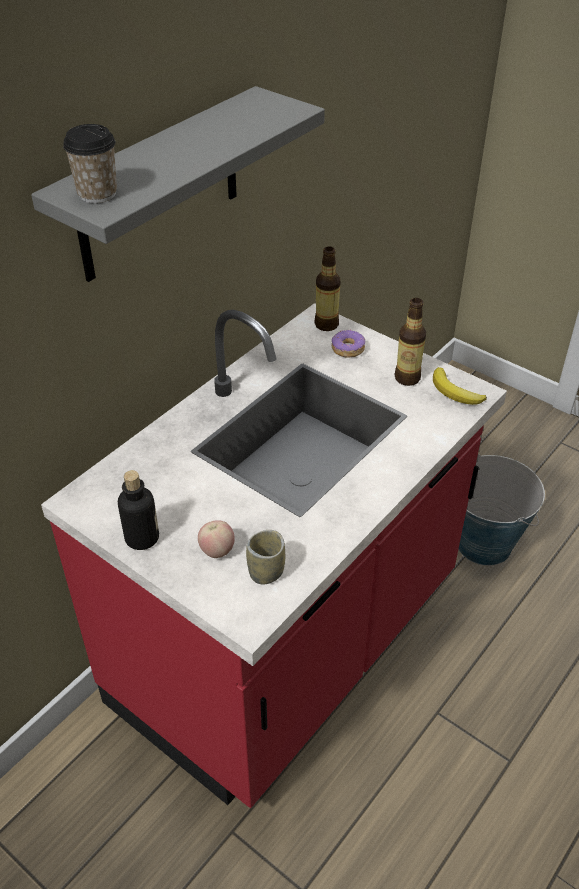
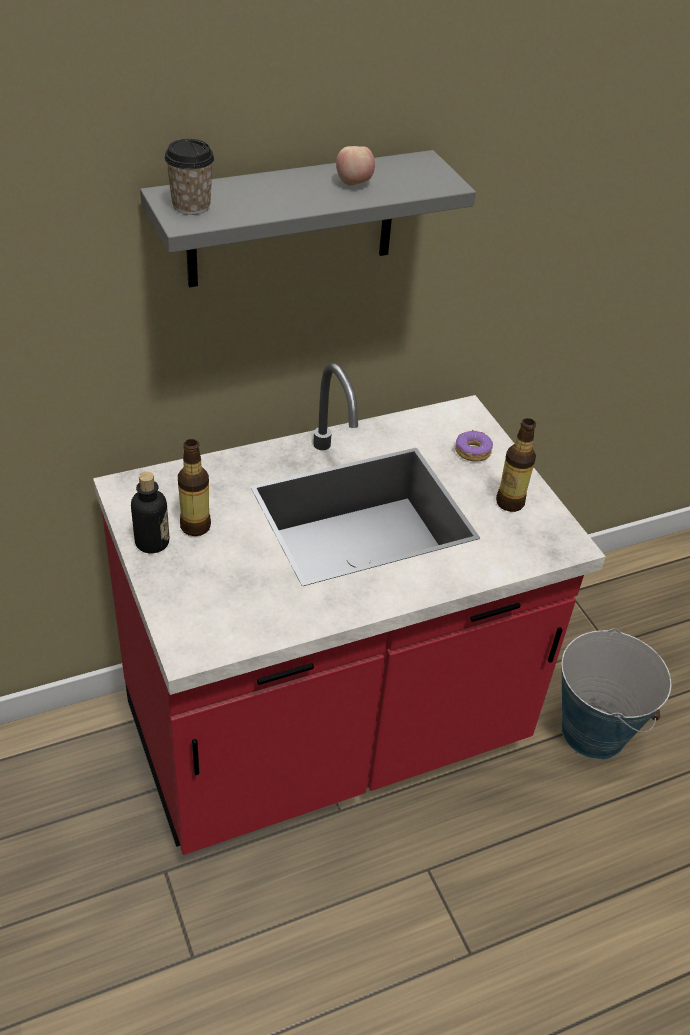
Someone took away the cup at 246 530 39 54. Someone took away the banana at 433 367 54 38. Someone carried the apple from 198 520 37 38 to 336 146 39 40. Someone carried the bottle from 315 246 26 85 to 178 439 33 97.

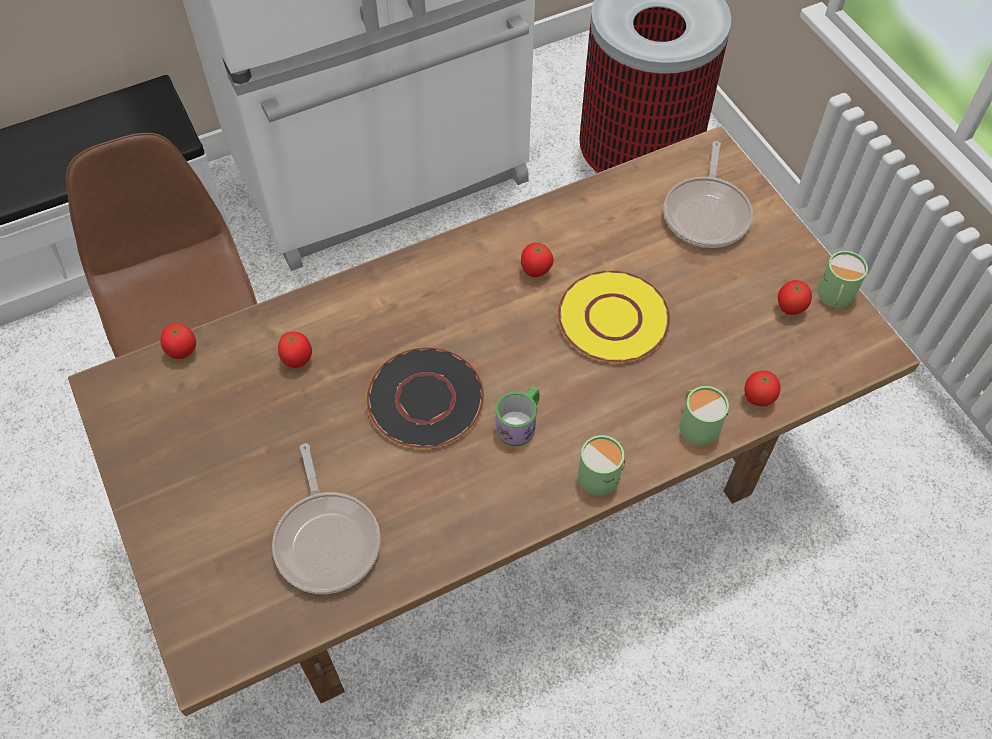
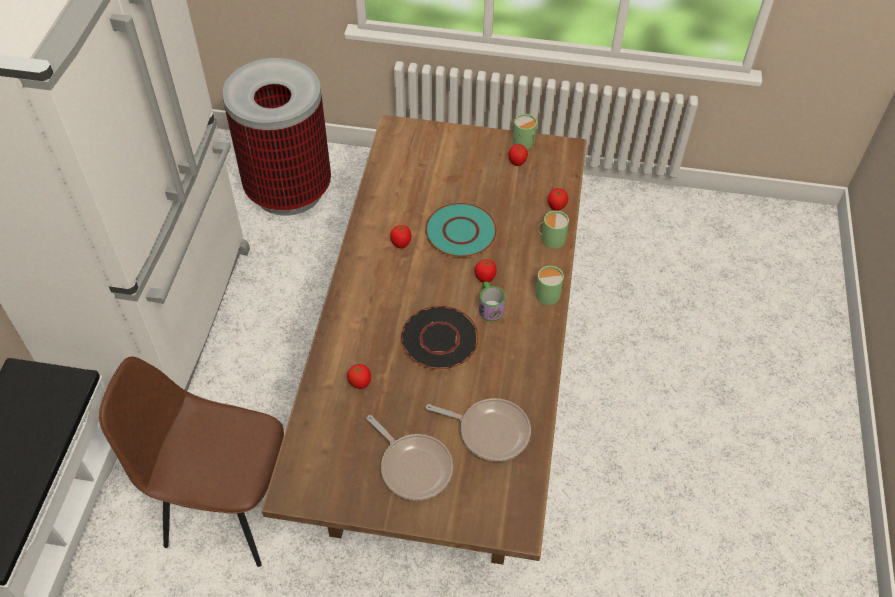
Someone carried the tomato from 161 323 35 36 to 475 259 22 24. Someone carried the frying pan from 663 141 90 107 to 366 415 87 85. Someone repainted the yellow plate at 558 270 112 93, which became the turquoise plate at 425 203 72 54.

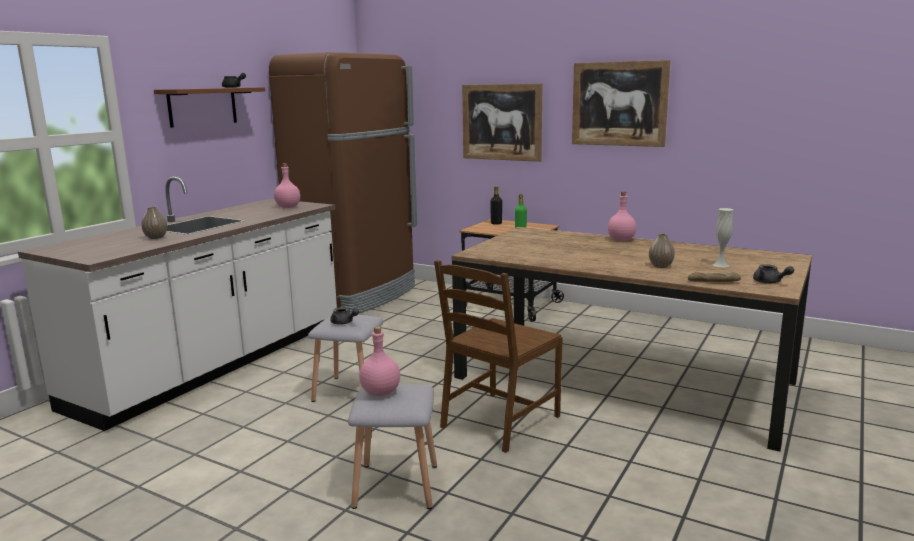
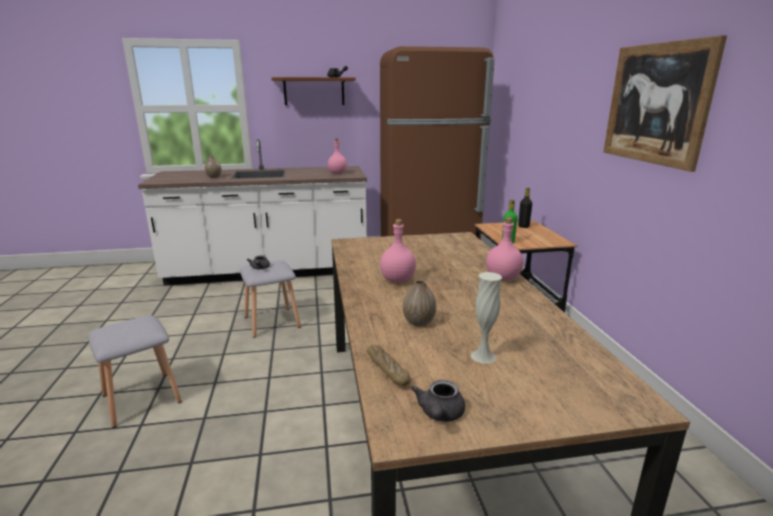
Someone took away the brown chair at 434 260 129 193. Someone took away the picture at 462 84 81 78. Someone carried the pink bottle from 359 326 41 70 to 380 219 36 64.

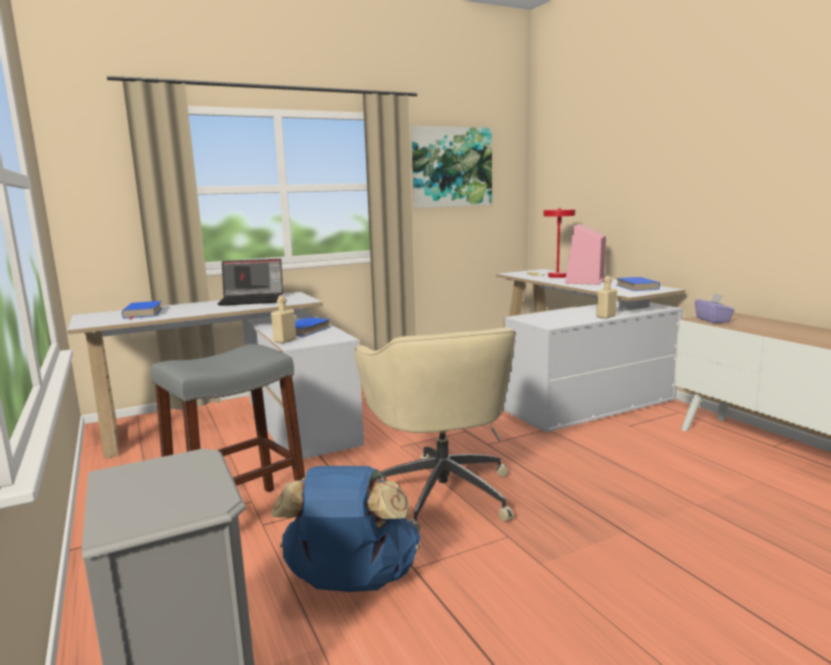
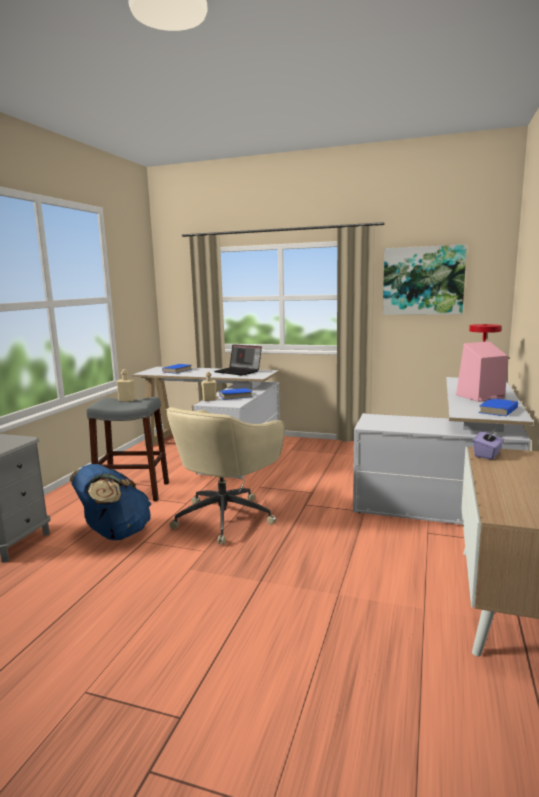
Someone carried the beige bottle from 596 276 21 43 to 116 369 19 33.

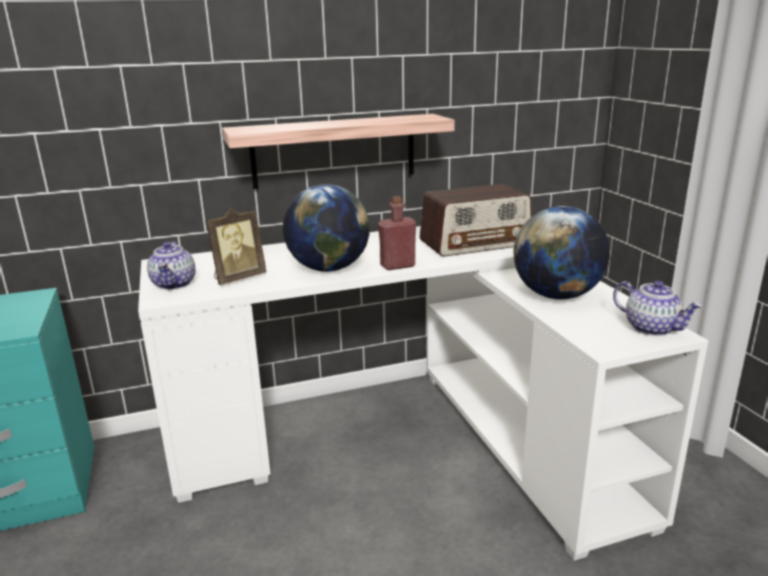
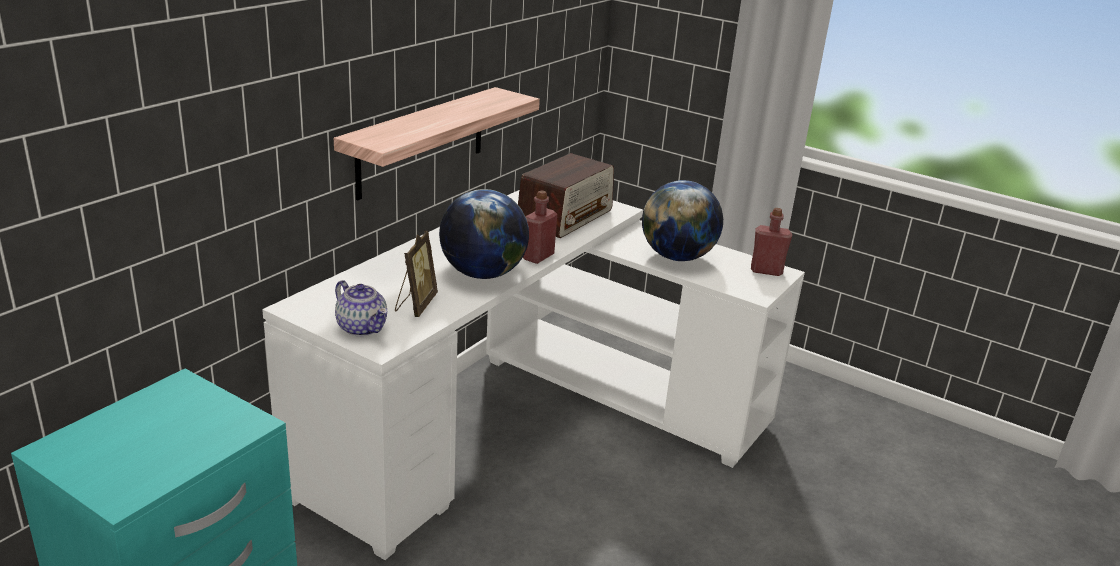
Someone swapped the teapot at 613 281 90 55 for the red bottle at 751 208 41 68.

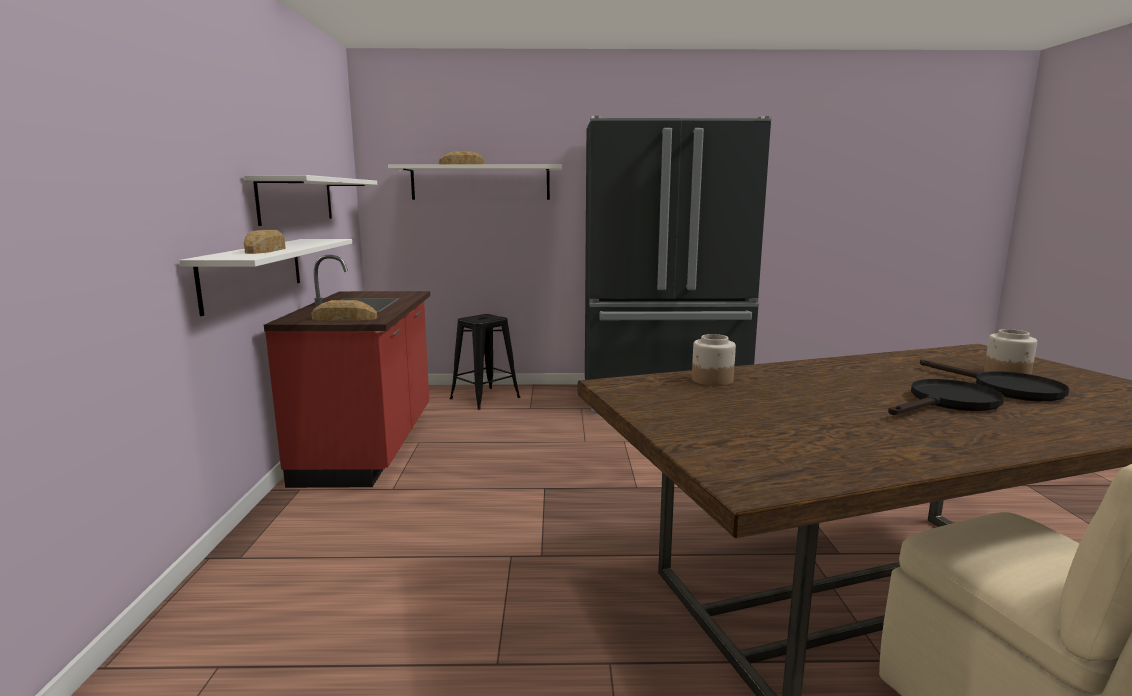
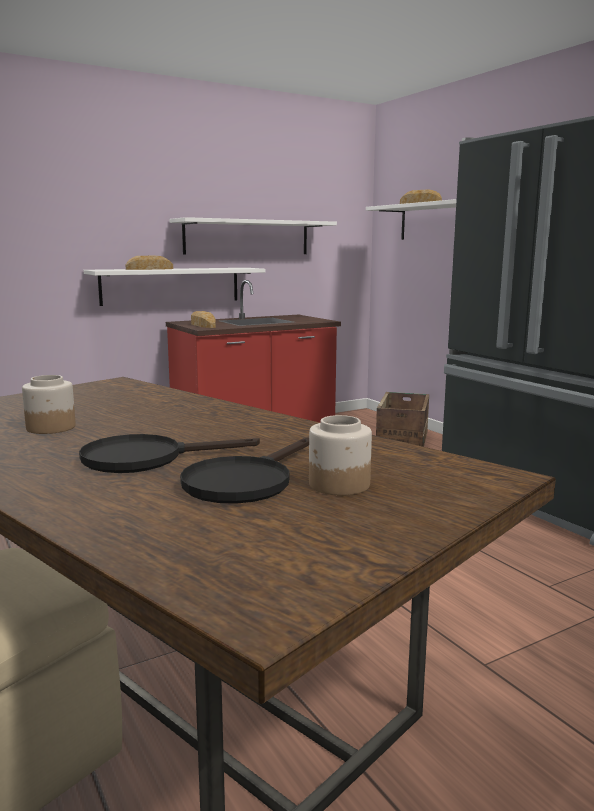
Someone carried the jar from 692 334 44 52 to 22 375 54 59. Someone swapped the black stool at 450 314 70 96 for the crate at 376 392 53 55. Someone rotated the black frying pan at 888 379 116 36 by 135 degrees clockwise.

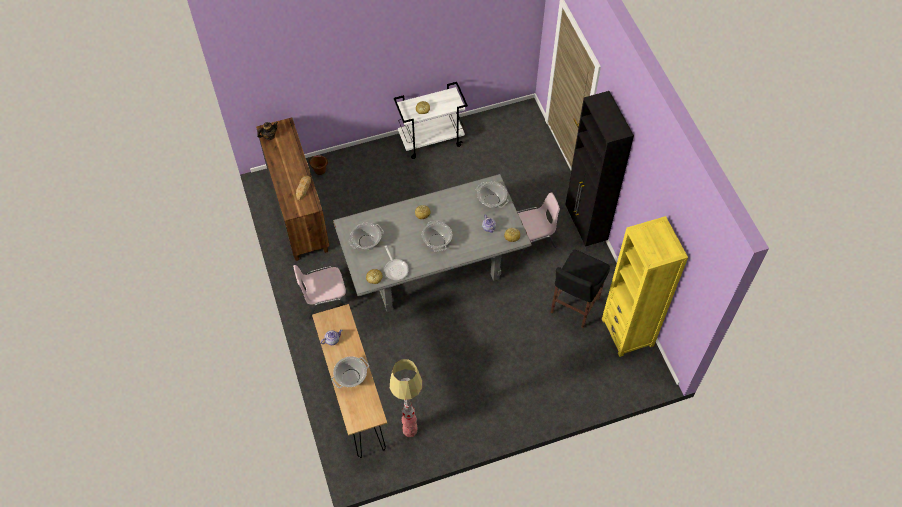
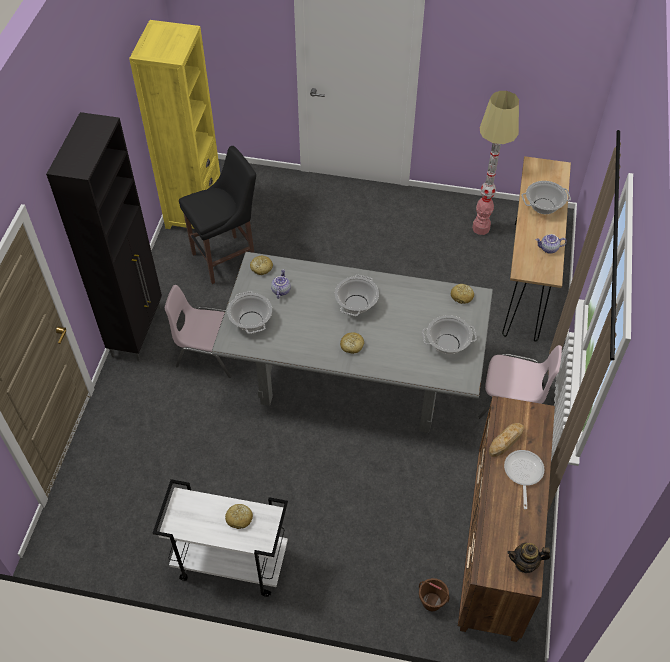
Someone carried the frying pan from 384 246 25 34 to 504 450 41 59.

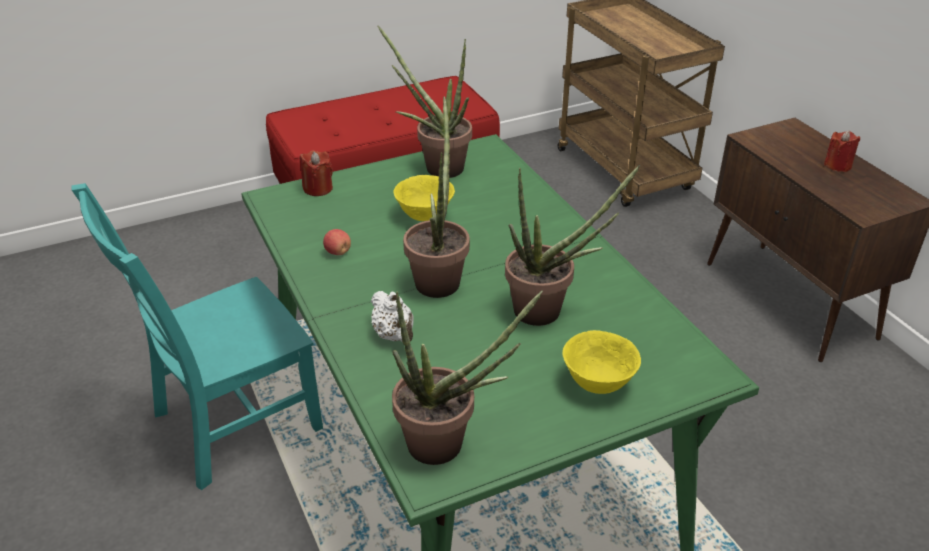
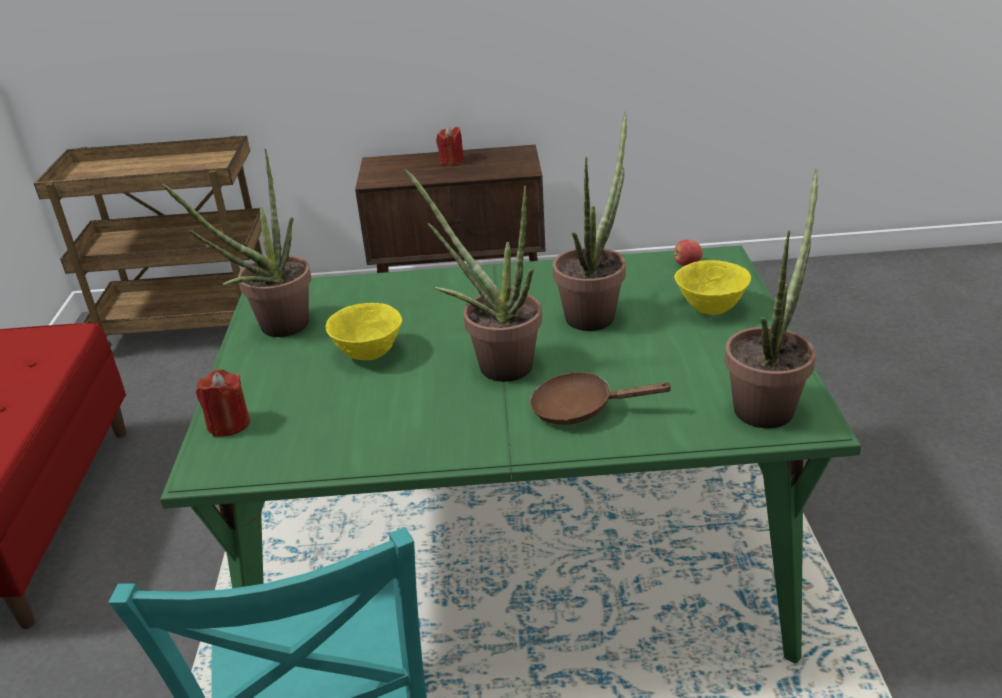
Someone carried the apple from 323 229 28 26 to 674 239 29 27. Someone swapped the white teapot at 371 291 43 52 for the brown frying pan at 530 372 143 53.

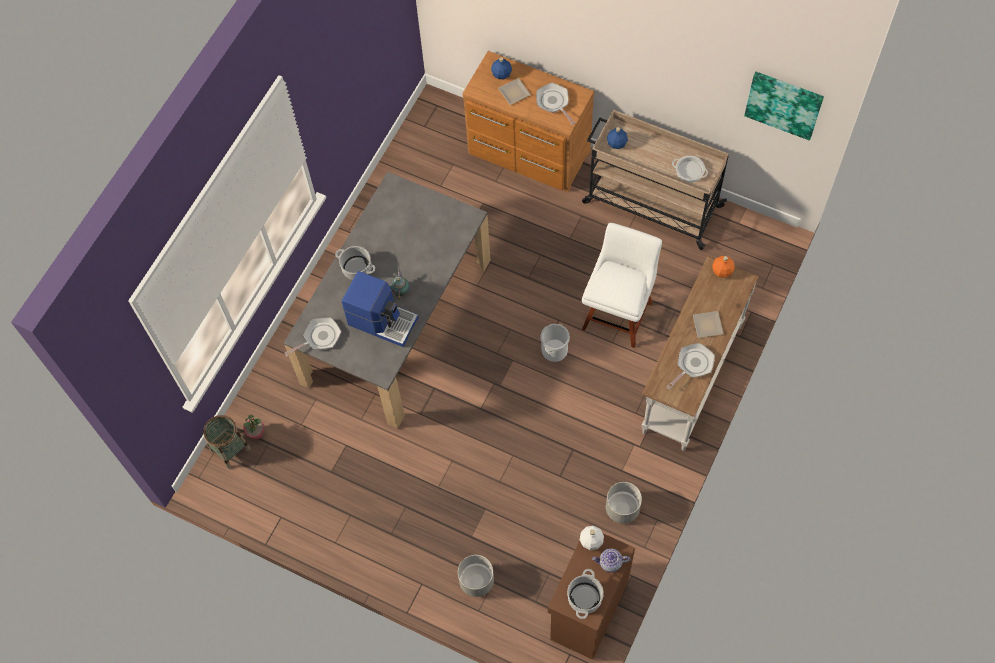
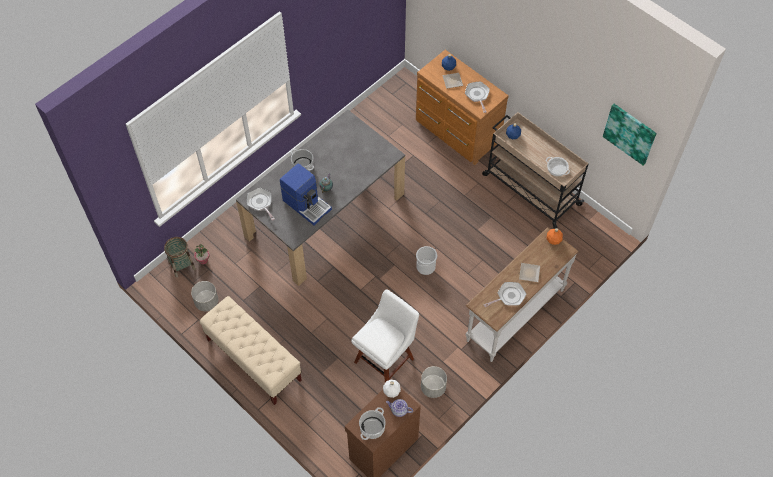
Someone put down the beige bench at 200 296 102 109. Someone carried the grey planter from 458 555 36 42 to 191 281 27 30. Someone carried the white chair from 582 223 80 125 to 351 289 68 93. Someone rotated the frying pan at 285 318 56 38 by 105 degrees counterclockwise.

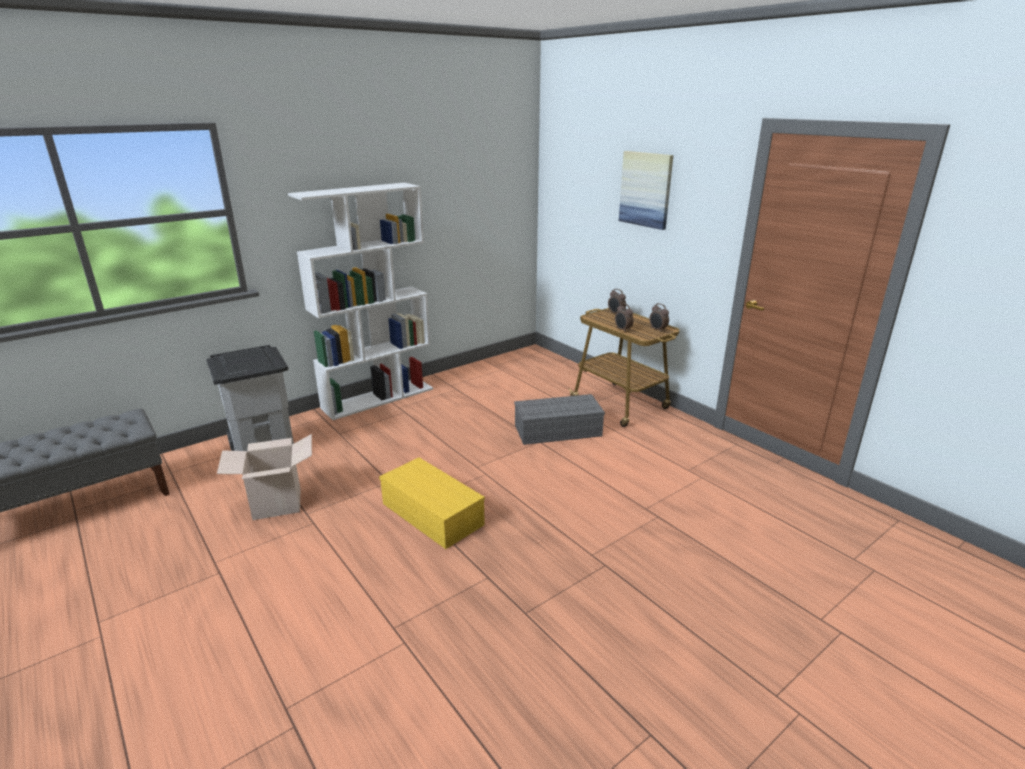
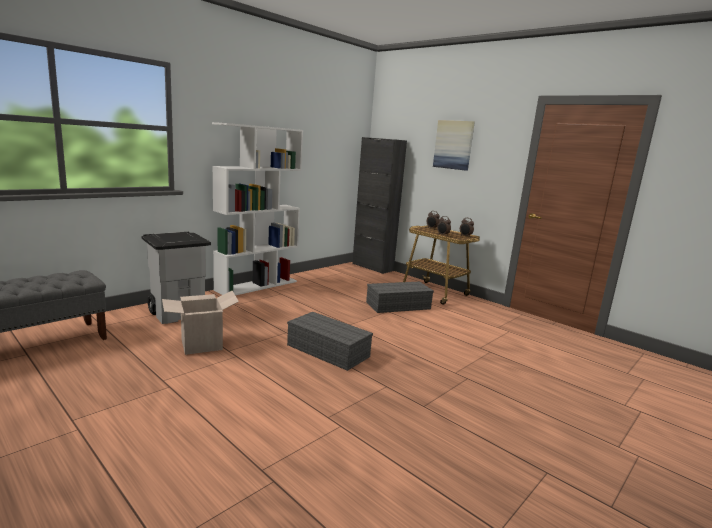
Someone put down the black cabinet at 352 137 55 137. Someone repainted the yellow storage box at 379 457 106 92, which became the grey storage box at 287 312 86 59.

